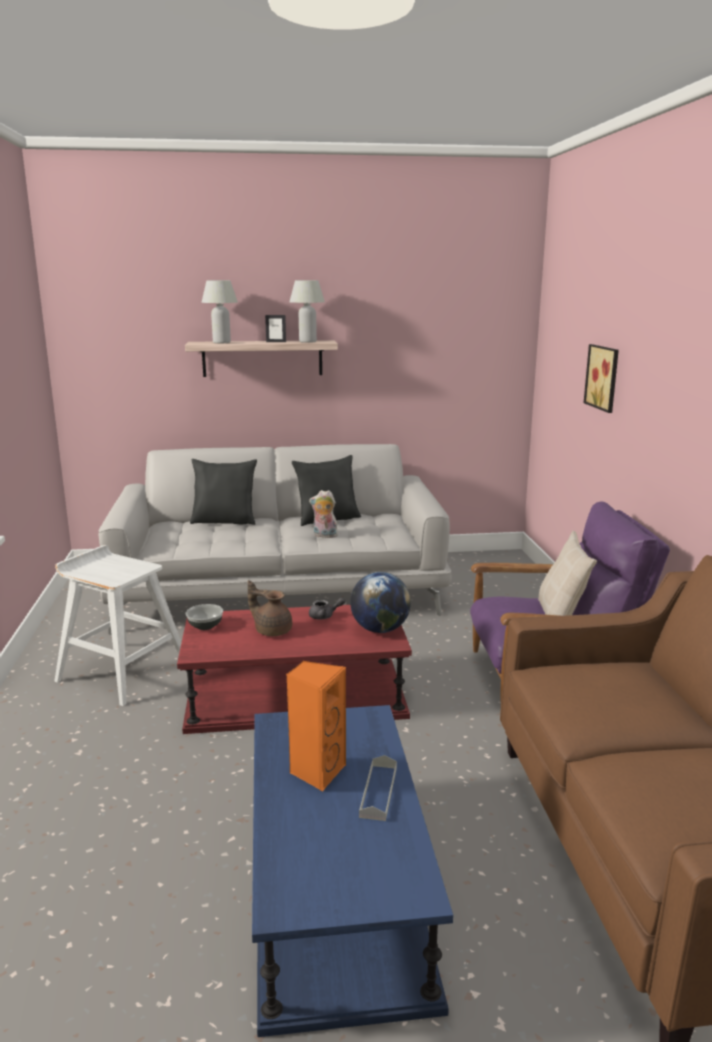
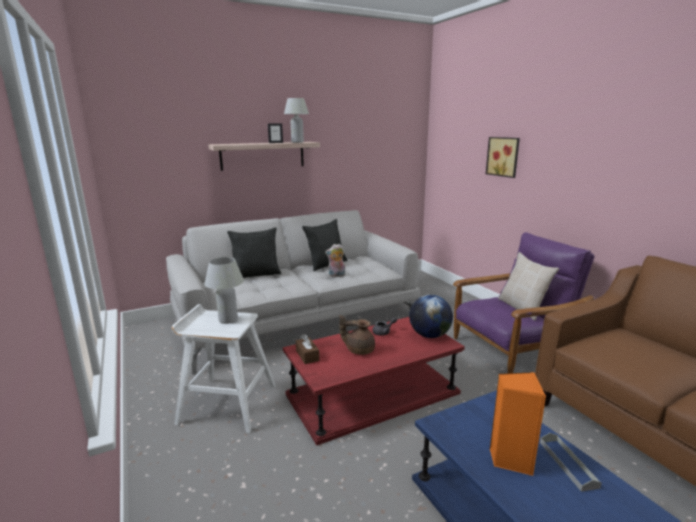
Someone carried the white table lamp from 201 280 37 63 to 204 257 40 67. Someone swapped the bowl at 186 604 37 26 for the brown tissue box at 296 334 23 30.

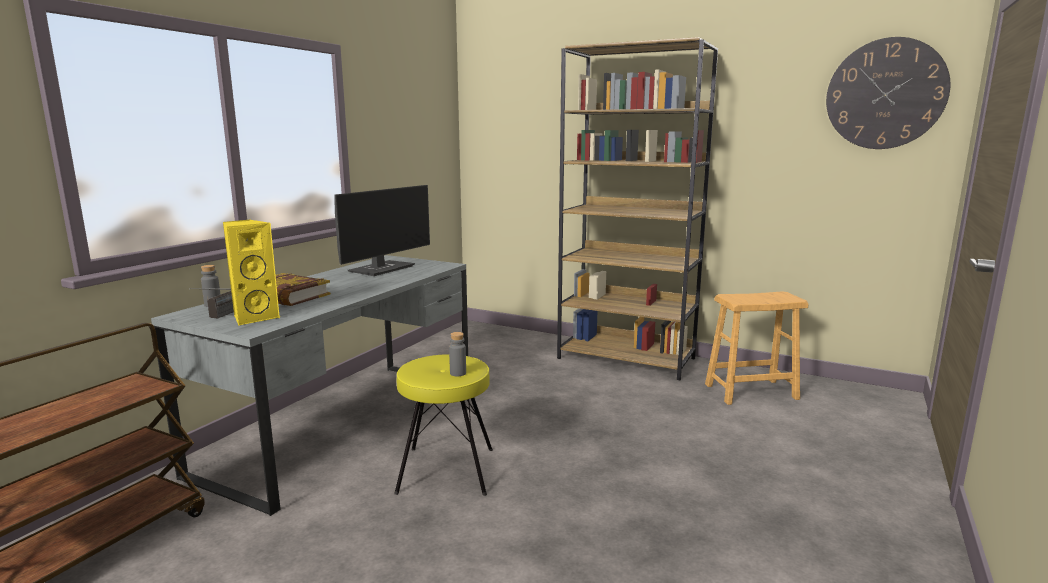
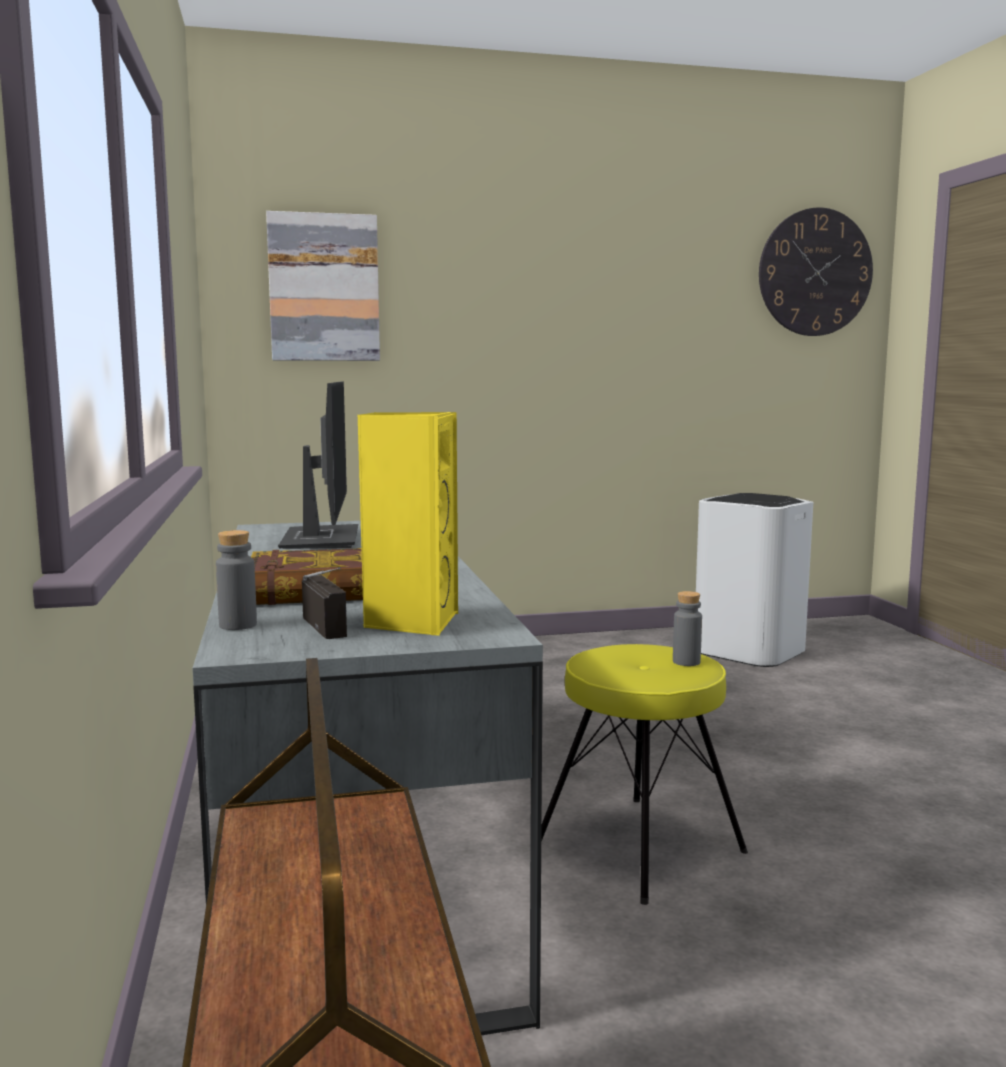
Someone took away the brown bookcase at 557 37 161 343. Someone put up the picture at 266 211 114 150. Someone swapped the brown stool at 705 292 104 113 for the white trash can at 696 493 117 174.

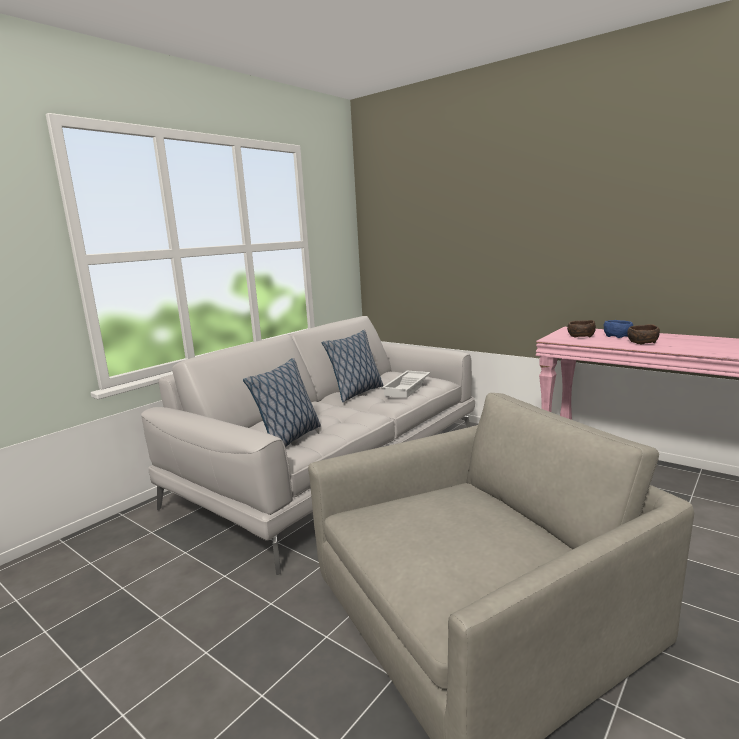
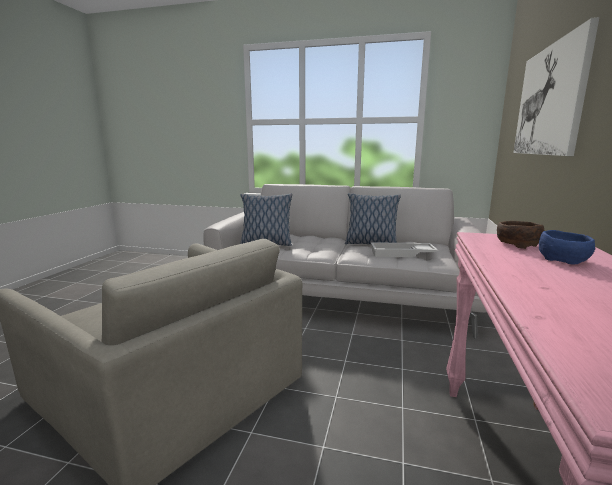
Someone took away the brown bowl at 627 324 33 20. Someone put up the picture at 513 17 86 139.

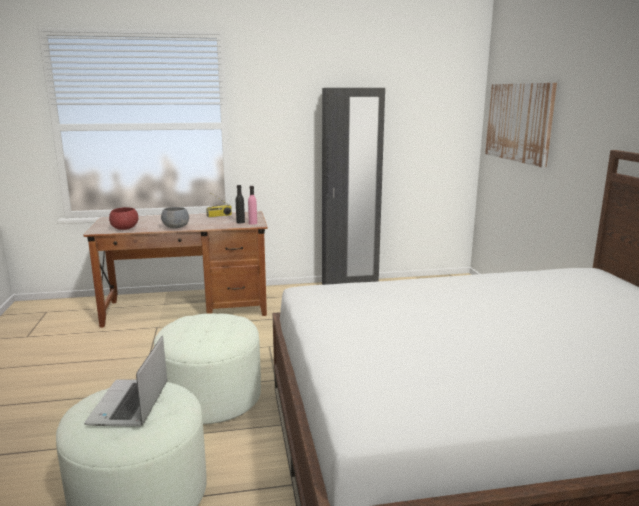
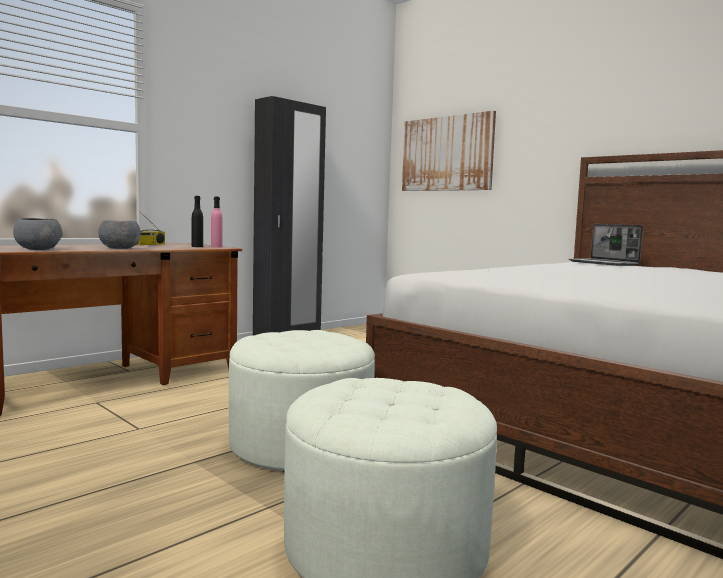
Someone carried the laptop from 84 336 83 91 to 569 224 74 42. Someone repainted the red bowl at 109 207 29 23, which became the grey bowl at 13 218 49 32.

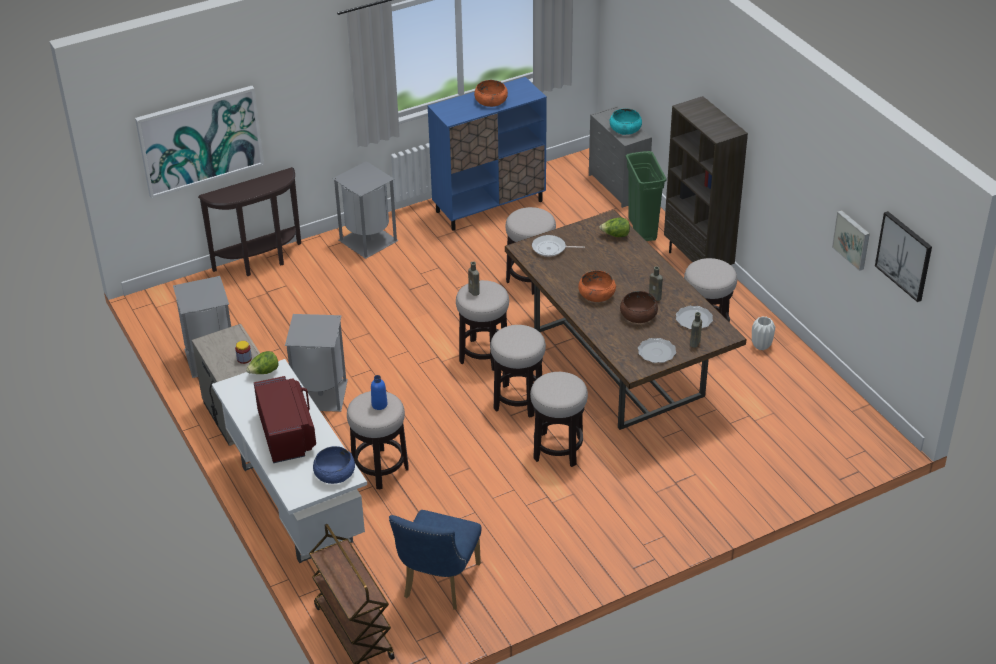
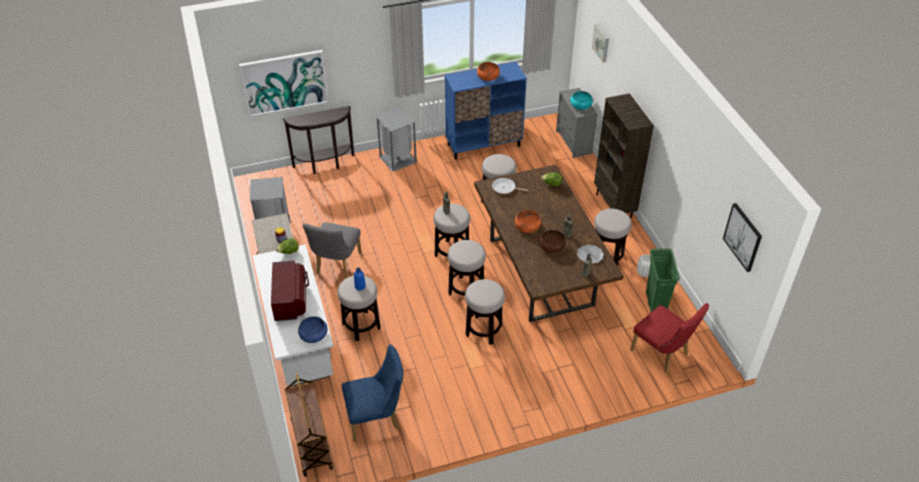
Someone took away the plate at 638 338 38 25. Someone put down the red chair at 630 303 79 70. Someone carried the green trash can from 625 151 42 90 to 646 249 34 64. Someone carried the picture from 832 210 38 61 to 592 24 17 38. Someone swapped the grey trash can at 285 314 63 98 for the grey chair at 303 222 59 57. Someone rotated the blue chair at 389 510 93 100 by 135 degrees counterclockwise.

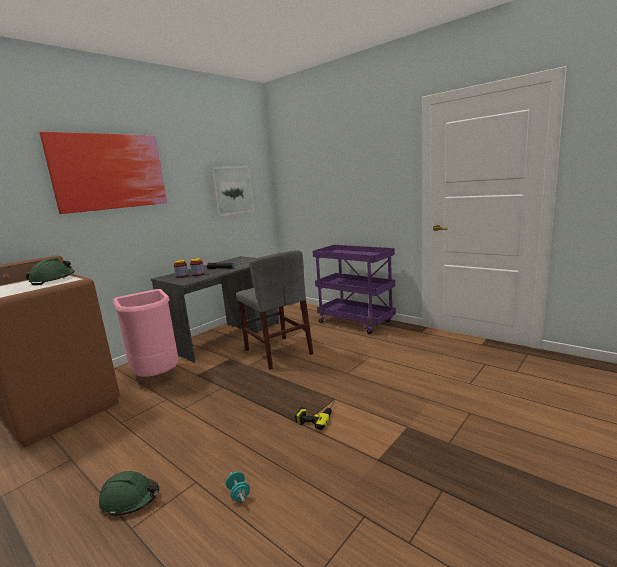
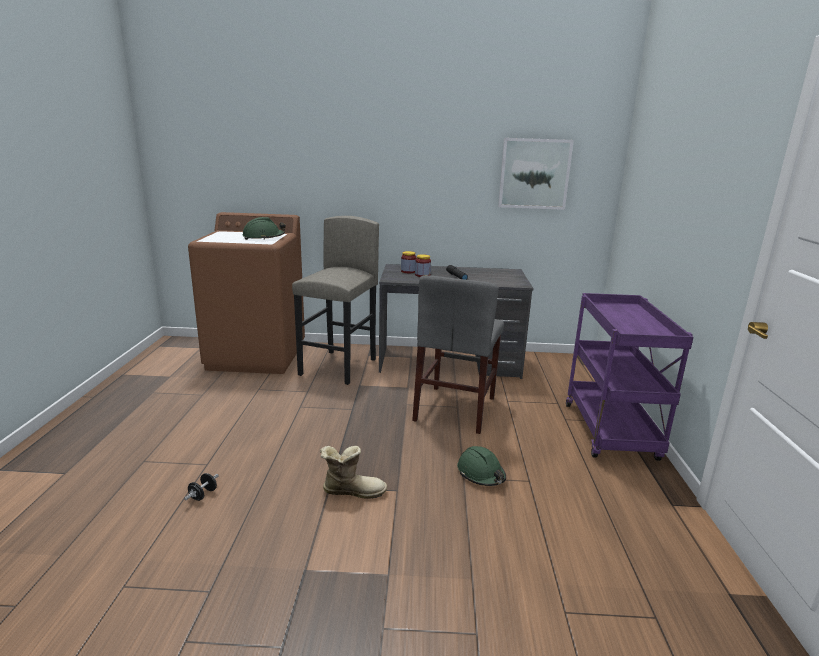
Someone took away the picture at 40 132 127 82. Someone carried the green hard hat from 99 471 60 46 to 457 446 49 40. Someone swapped the pink trash can at 113 289 65 88 for the grey stool at 292 216 87 169. Someone swapped the power drill at 295 401 40 29 for the boot at 320 446 67 53. Someone repainted the turquoise dumbbell at 226 471 24 31, which became the black dumbbell at 184 473 35 28.

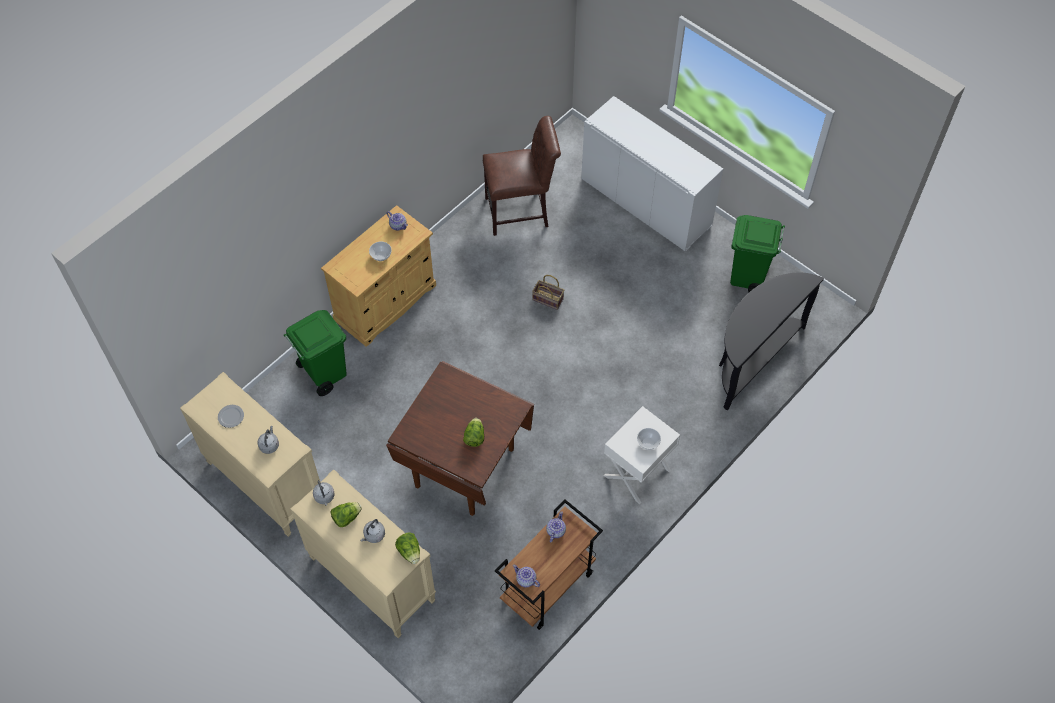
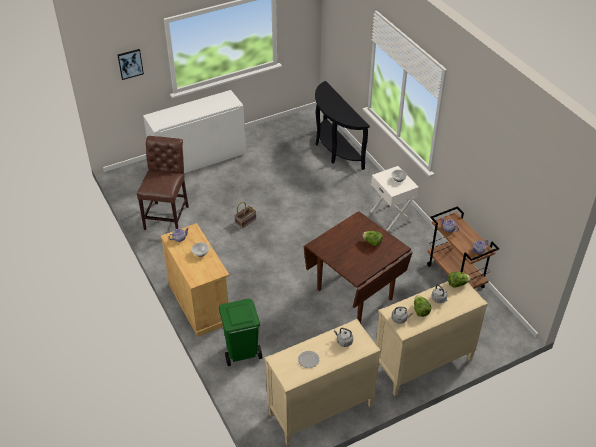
Someone took away the green trash can at 730 215 55 77. Someone put up the picture at 118 49 26 31.

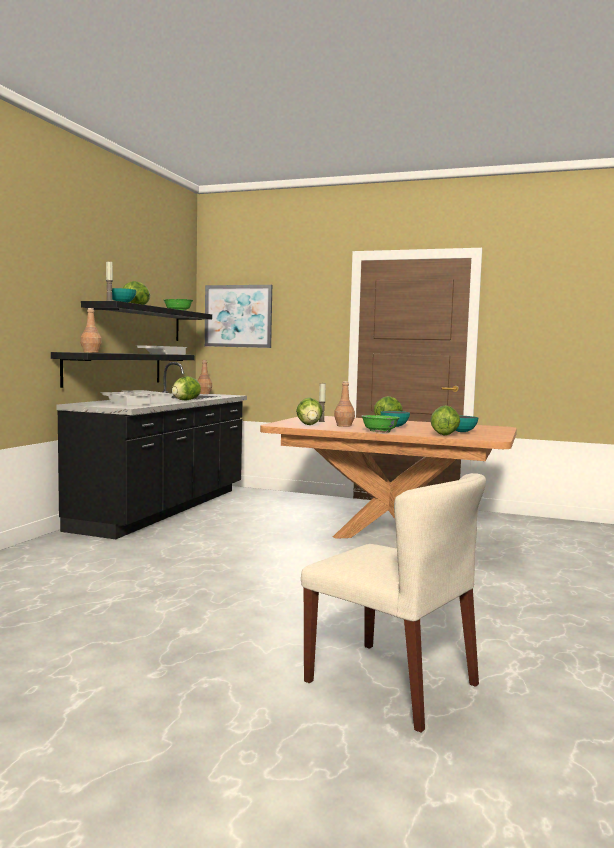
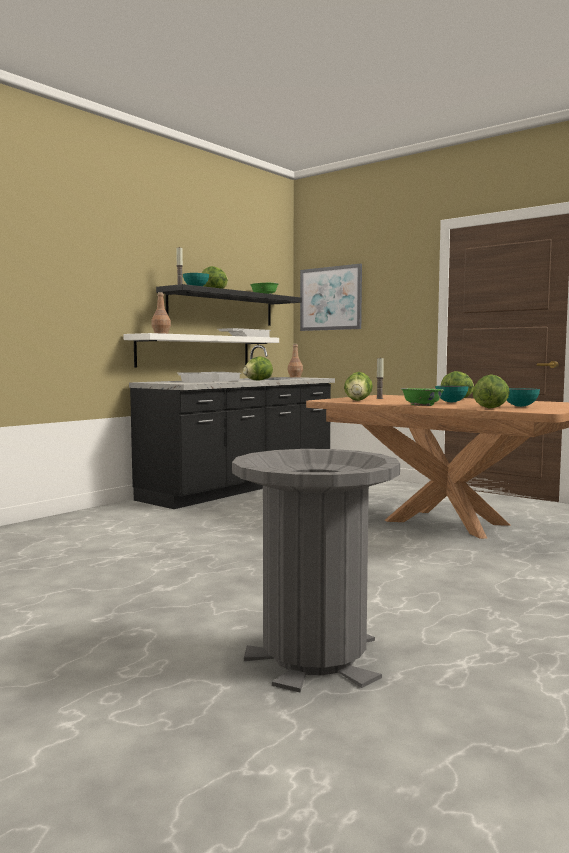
Someone took away the brown bottle at 334 381 21 46. Someone swapped the beige chair at 301 473 185 260 for the grey trash can at 232 449 168 243. Someone repainted the black shelf at 51 352 144 36, which became the white shelf at 123 333 156 34.

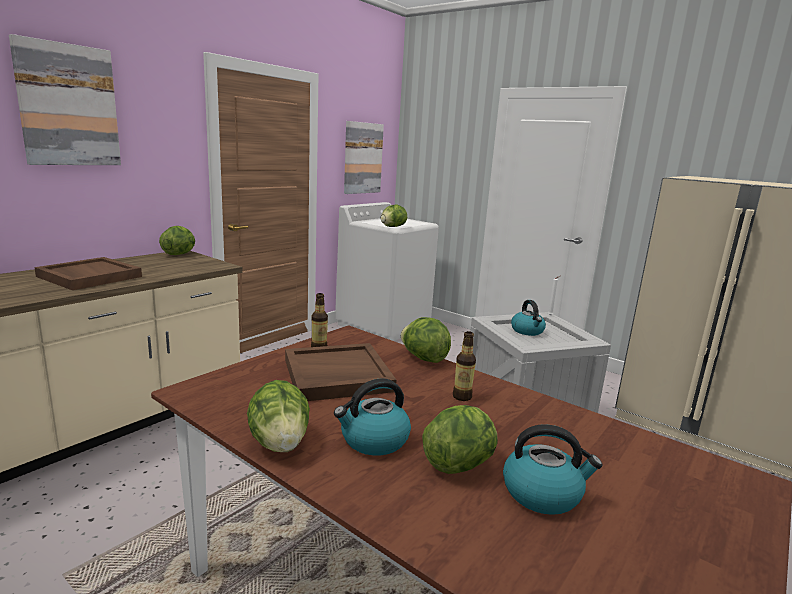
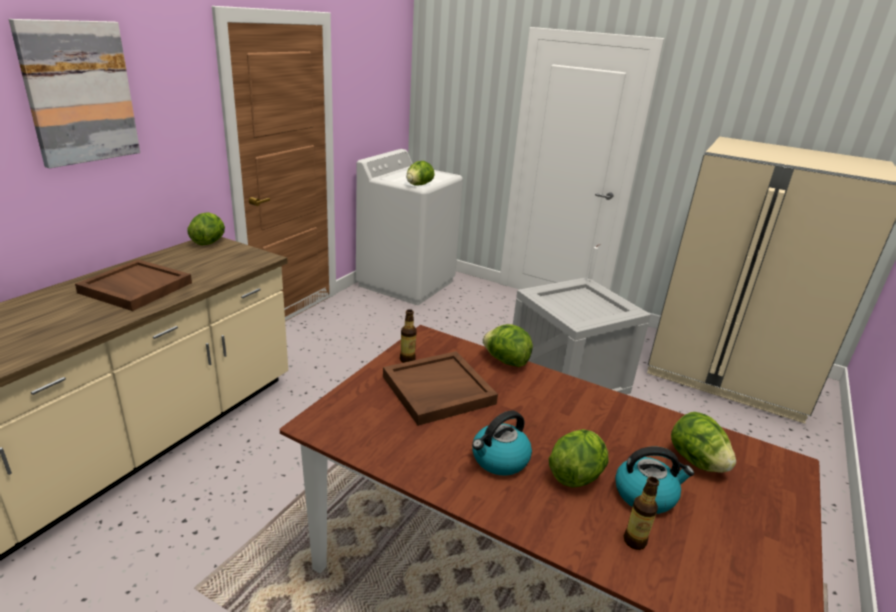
Someone took away the picture at 344 121 40 73. Someone took away the kettle at 511 300 35 36. Someone carried the lettuce from 247 380 63 72 to 671 412 65 61. Someone carried the bottle from 453 331 23 70 to 624 477 35 73.

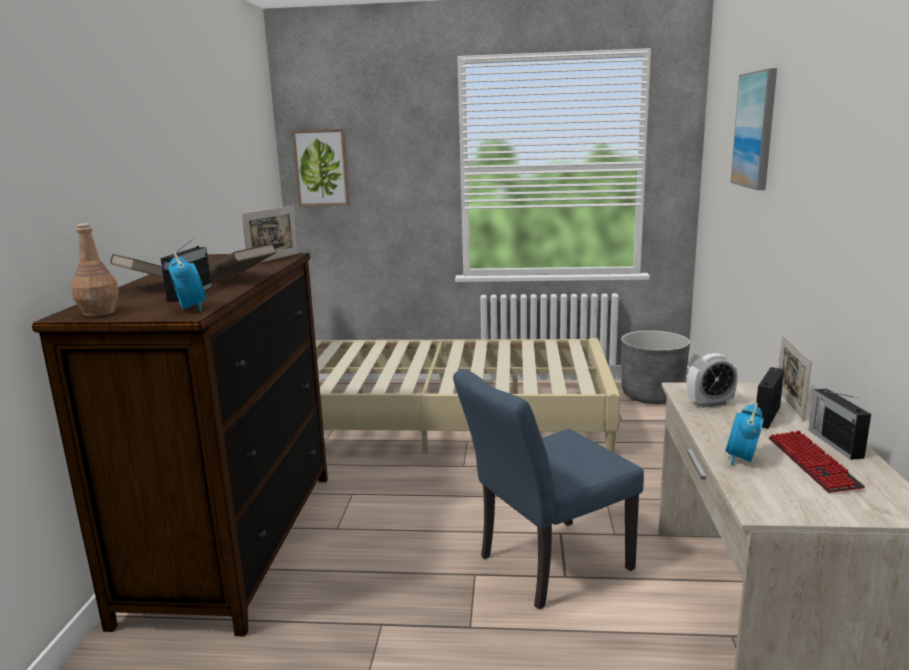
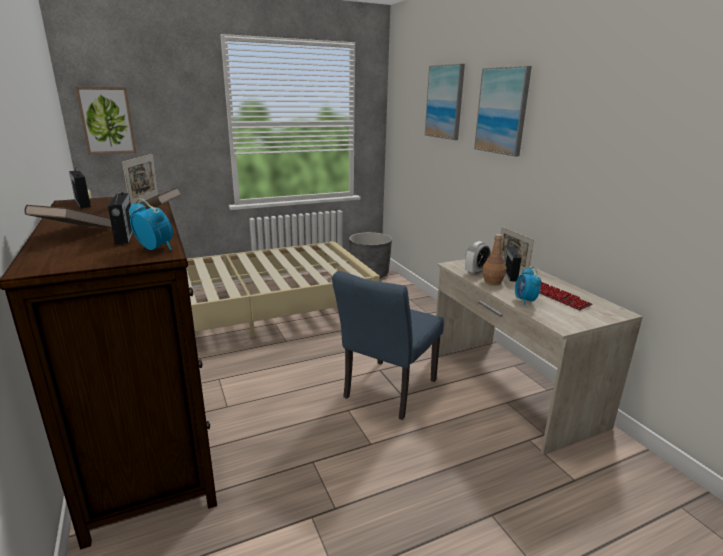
Someone put up the picture at 474 66 58 90. Someone carried the brown bottle from 71 223 48 94 to 482 234 25 51. Someone carried the radio from 809 388 62 72 to 69 168 22 40.

